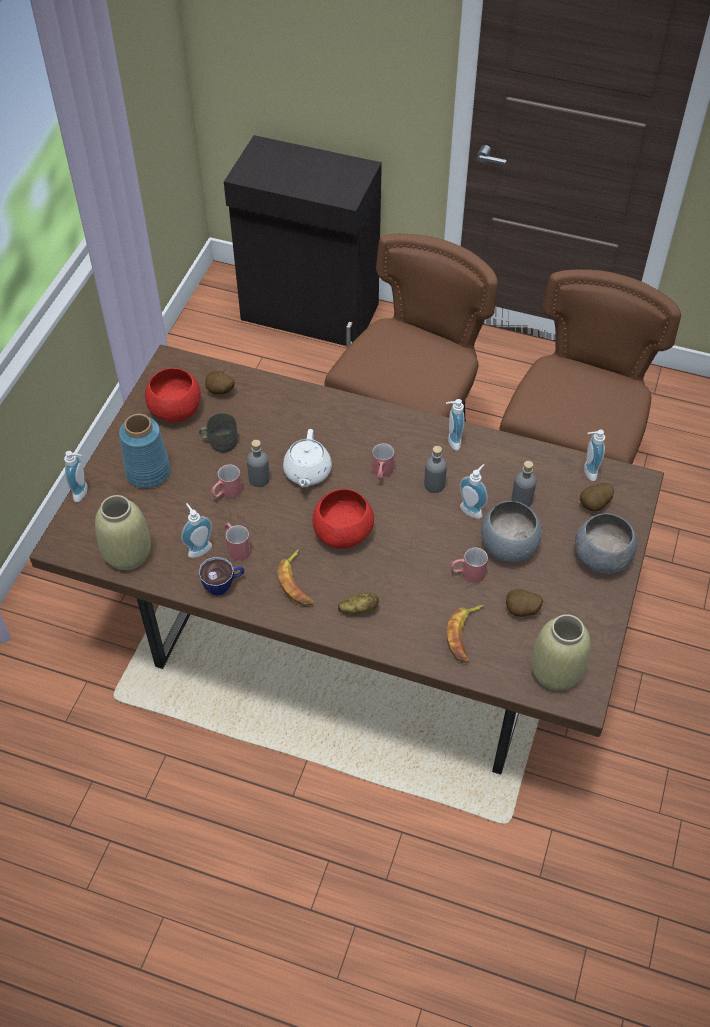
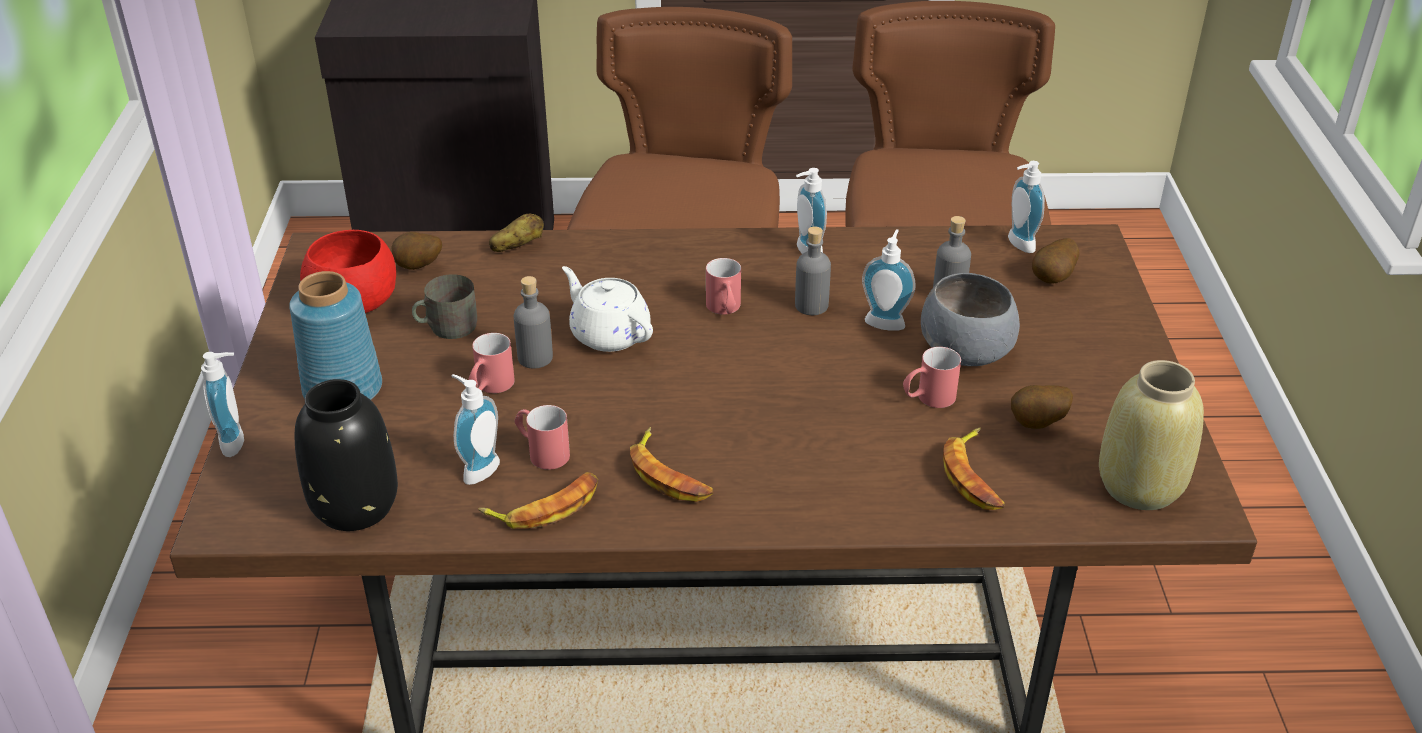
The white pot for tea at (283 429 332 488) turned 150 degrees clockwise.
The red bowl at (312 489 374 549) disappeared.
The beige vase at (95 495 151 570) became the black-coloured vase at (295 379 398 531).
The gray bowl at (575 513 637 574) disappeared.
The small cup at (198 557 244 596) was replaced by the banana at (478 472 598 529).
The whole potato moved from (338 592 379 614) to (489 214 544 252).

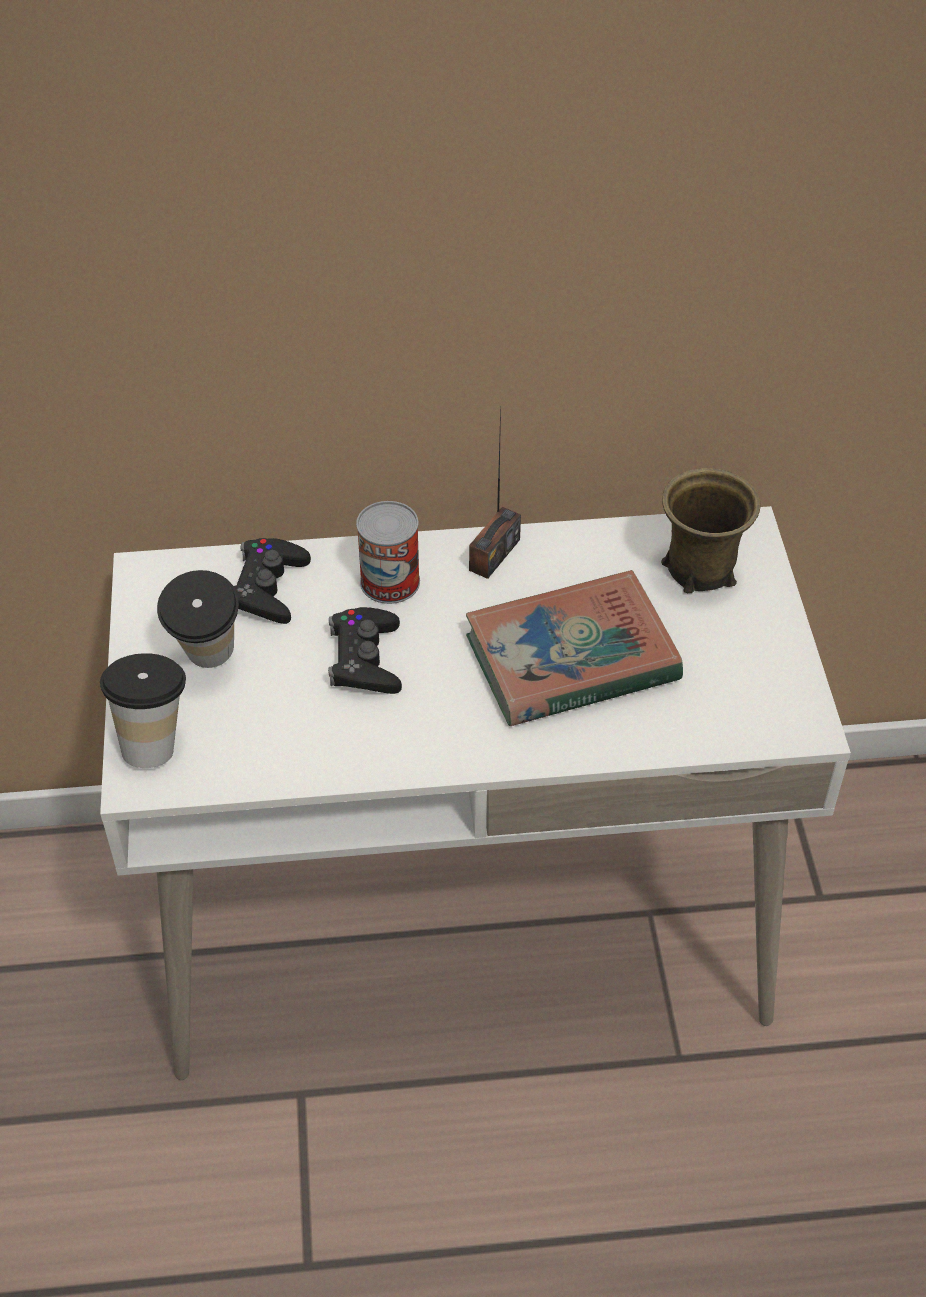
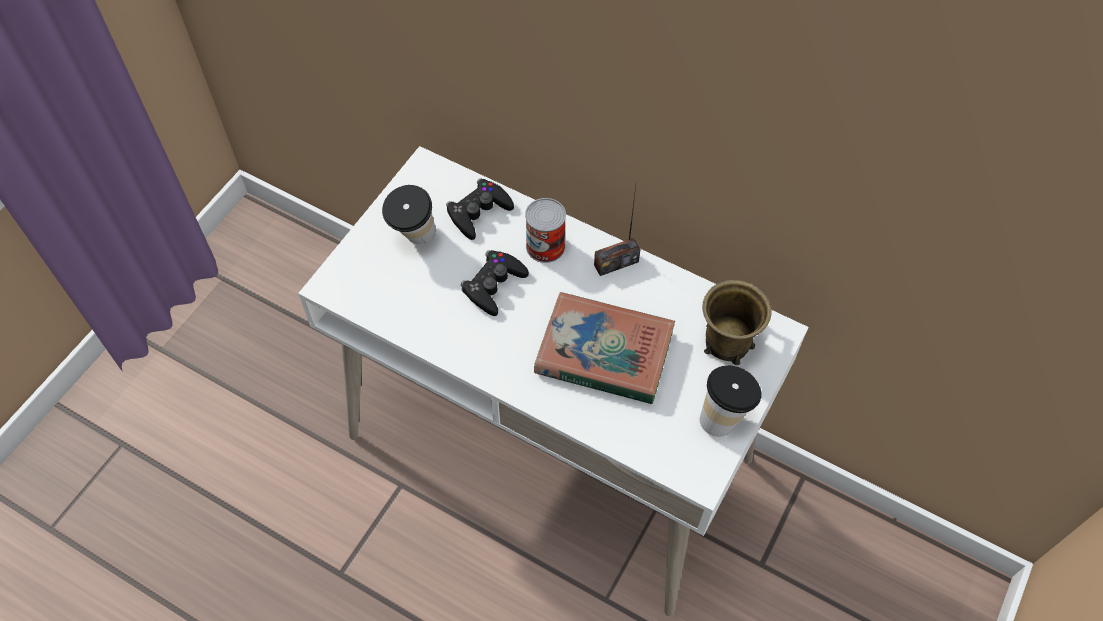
The small cup moved from (100 653 186 768) to (700 366 762 437).

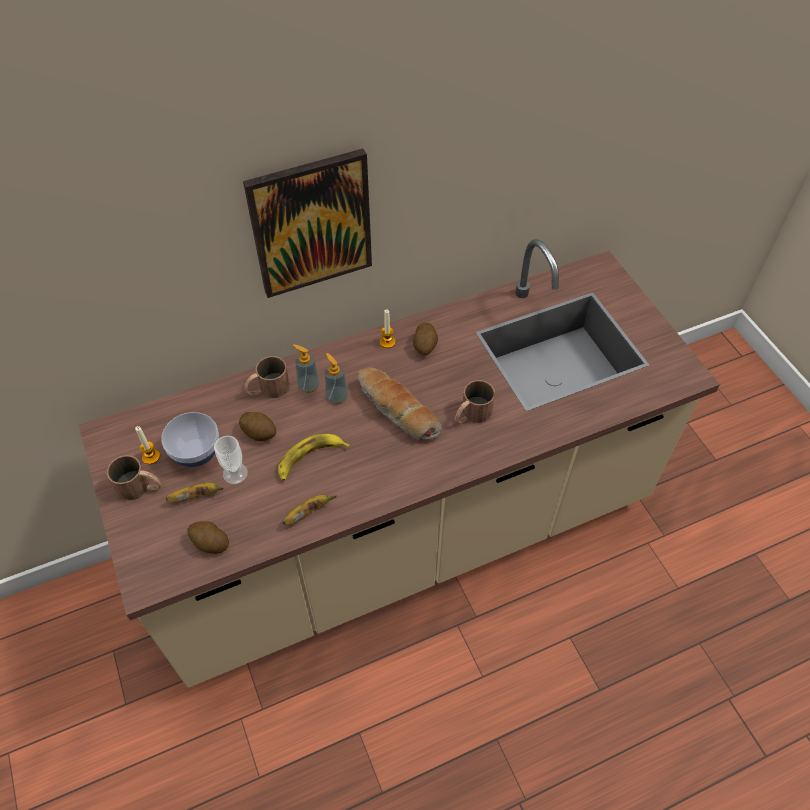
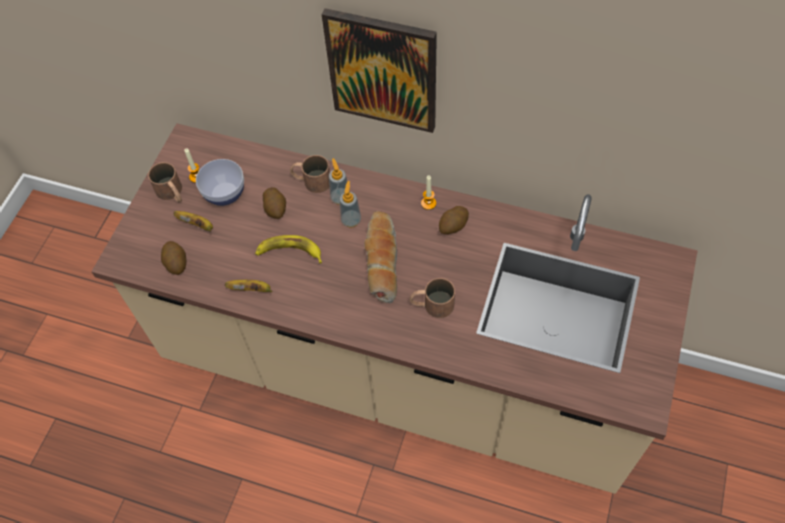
The small cup at (214 436 248 484) disappeared.

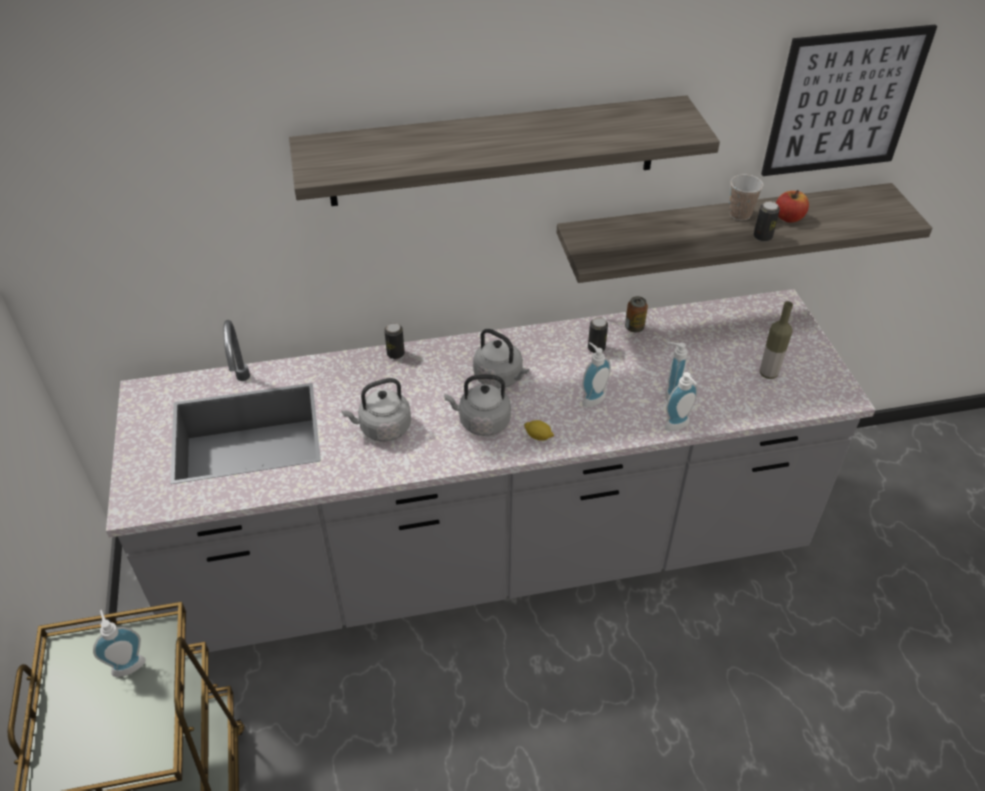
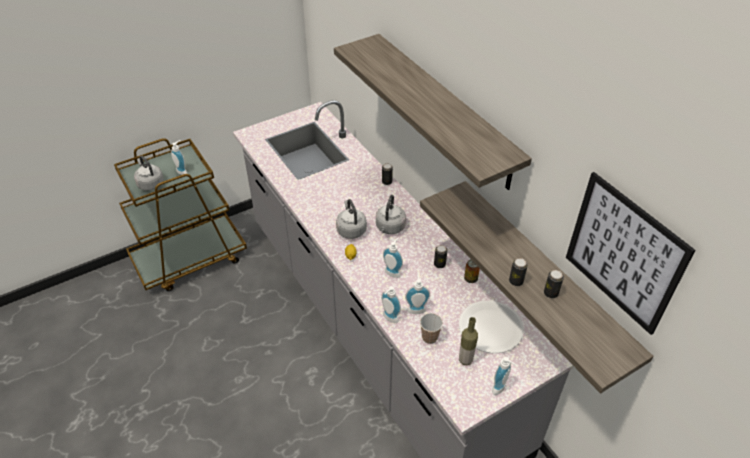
The small cup moved from (729 174 764 221) to (420 313 443 344).
The apple at (776 190 809 223) was replaced by the sealed can at (544 270 564 298).
The gray kettle moved from (342 378 411 442) to (134 156 164 191).
The white plate at (459 300 524 353) appeared.
The liquid soap bottle at (492 357 516 395) appeared.

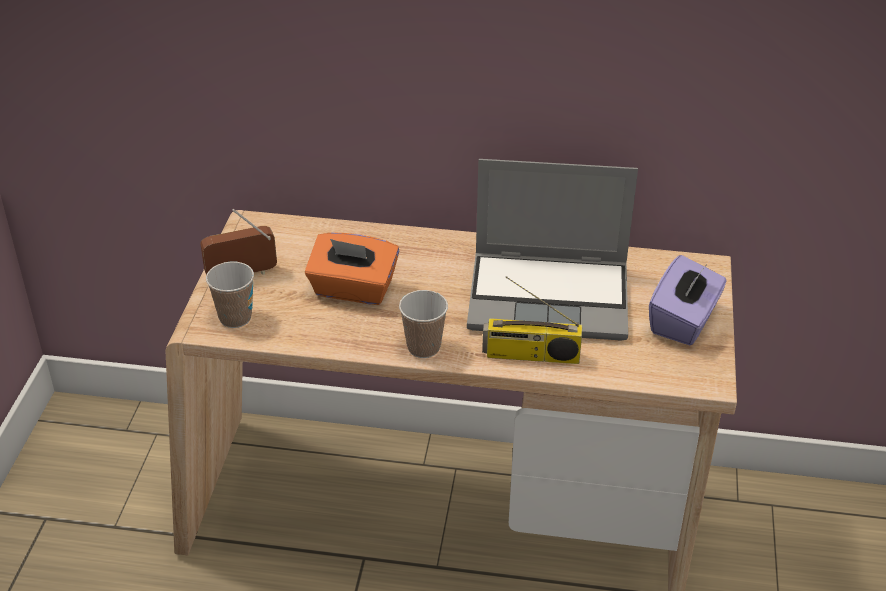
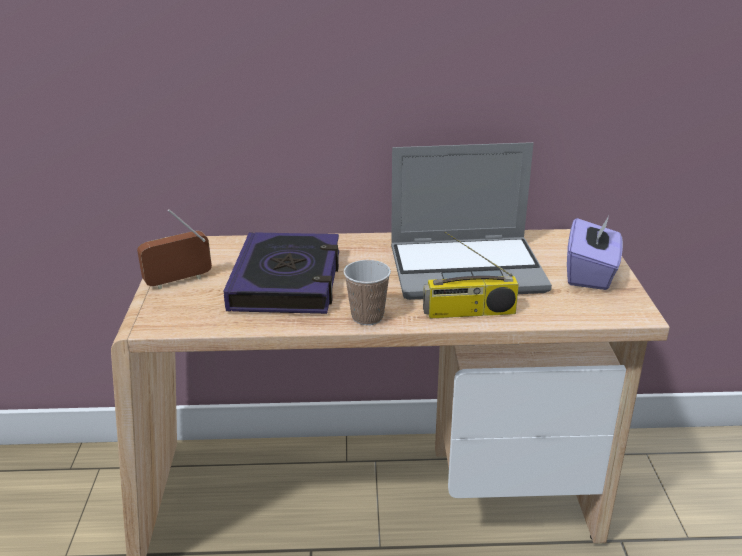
The orange tissue box at (305 232 399 305) was replaced by the volume at (224 232 339 314).
The small cup at (206 261 254 328) disappeared.

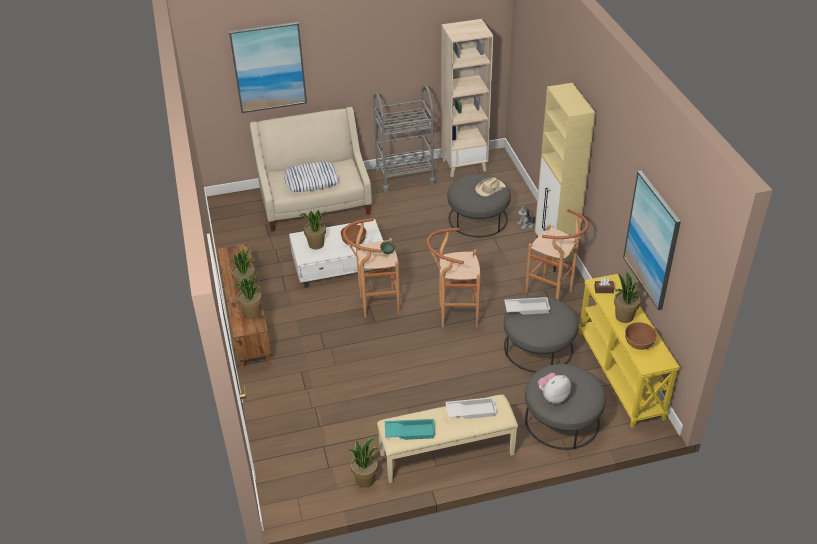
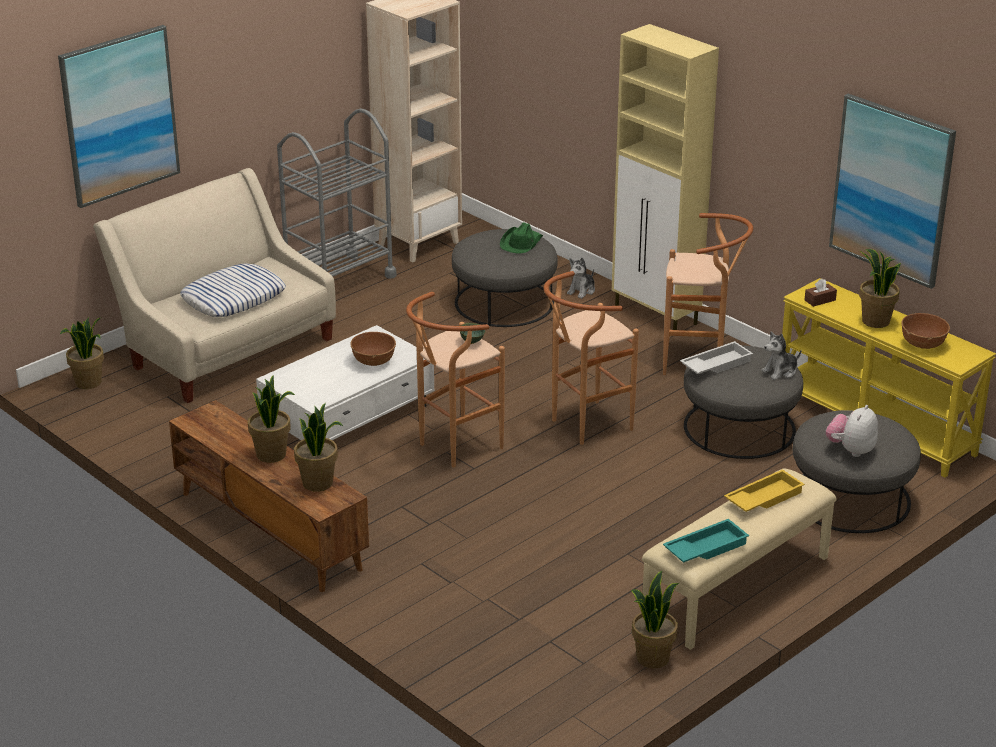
The beige hat at (475 177 506 197) became the green hat at (500 222 543 253).
The plant in a pot moved from (299 210 327 250) to (60 317 104 389).
The white tray at (445 397 497 419) became the yellow-coloured tray at (724 469 805 512).
The cuddly toy at (761 331 801 380) appeared.

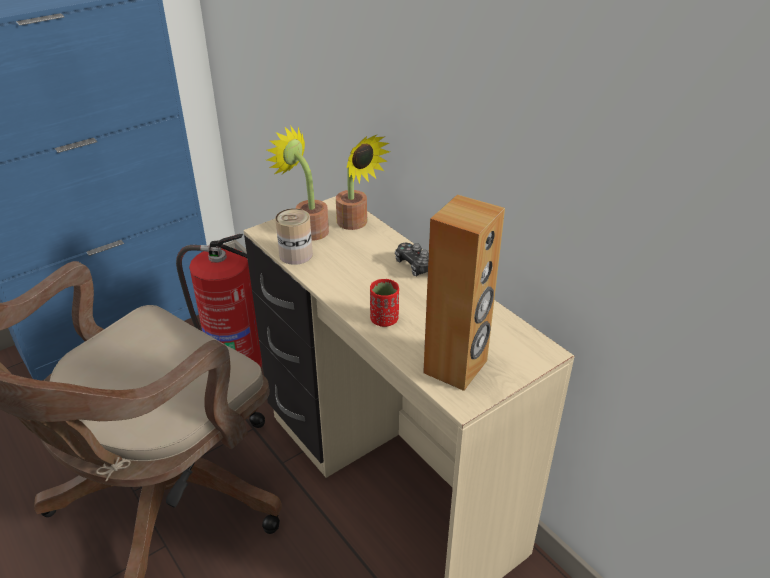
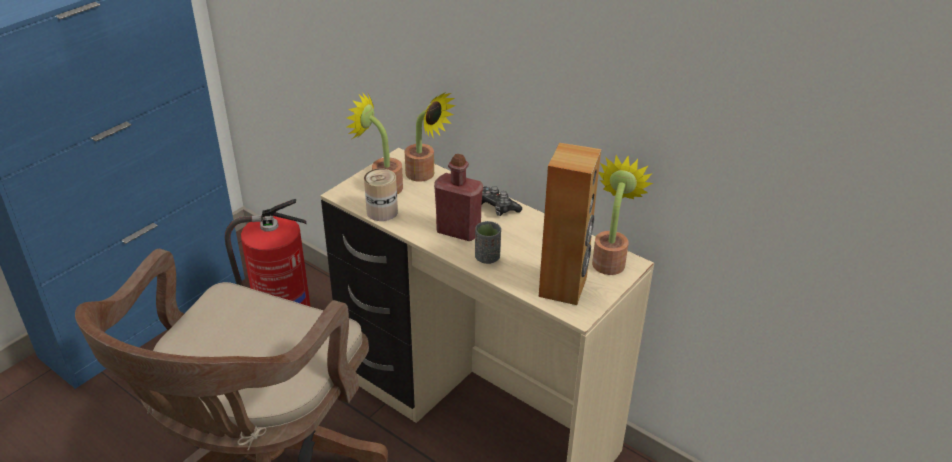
The red small cup at (370 279 399 327) became the gray small cup at (475 221 501 264).
The red drink bottle at (434 154 483 241) appeared.
The plant in a pot at (592 155 653 275) appeared.

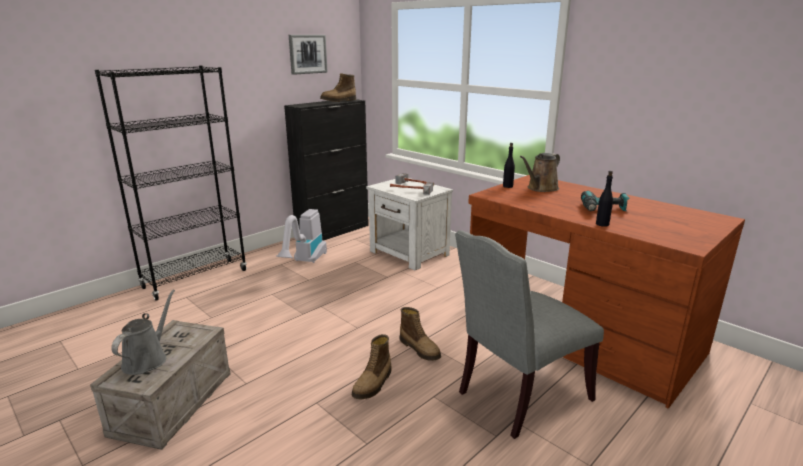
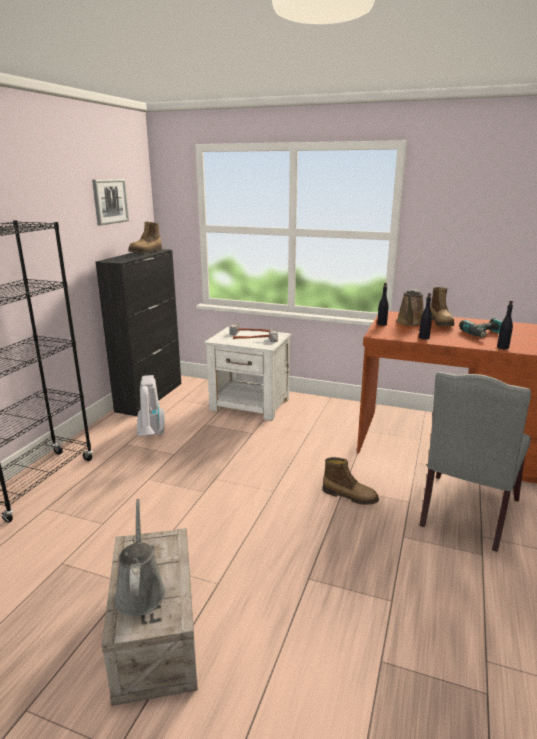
The high-top boot moved from (351 334 392 399) to (430 287 454 326).
The black-coloured drink bottle at (419 293 432 339) appeared.

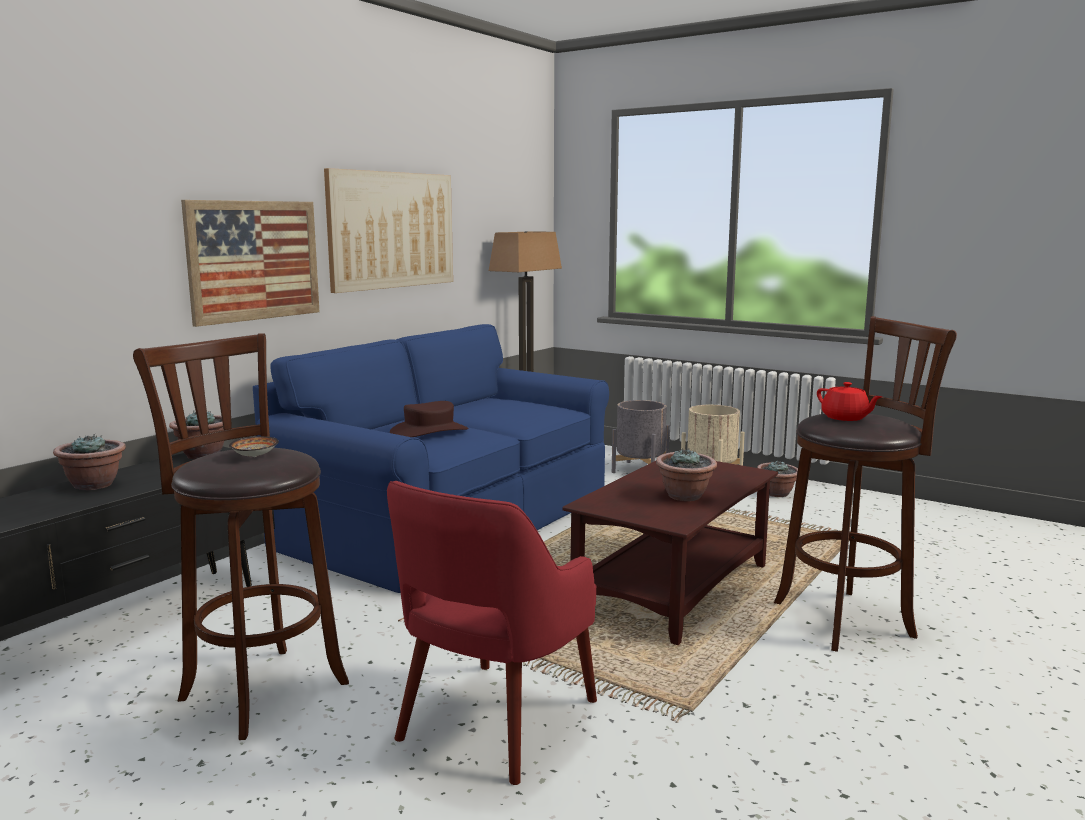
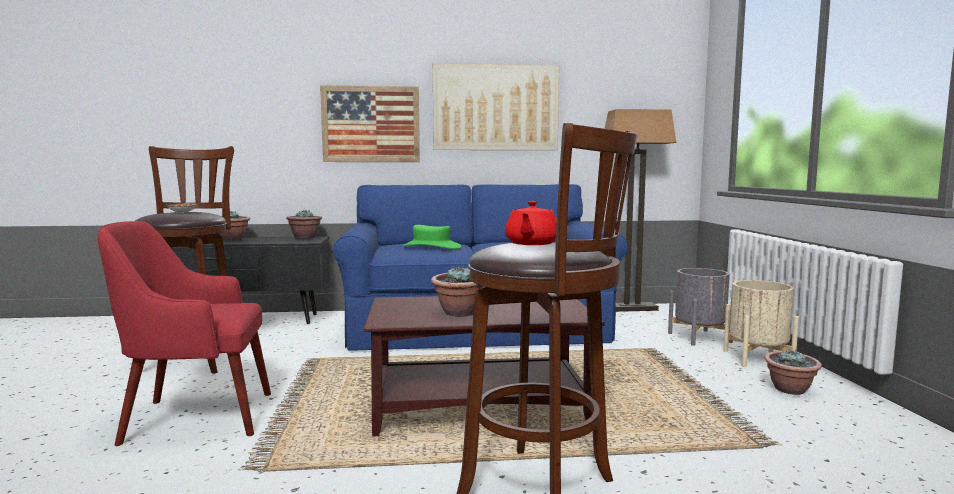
The brownish hat at (390 401 468 437) became the green hat at (402 225 461 249).

